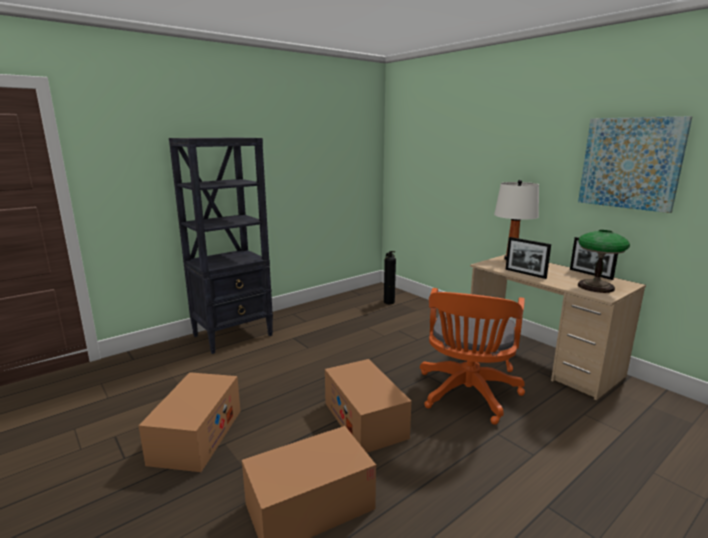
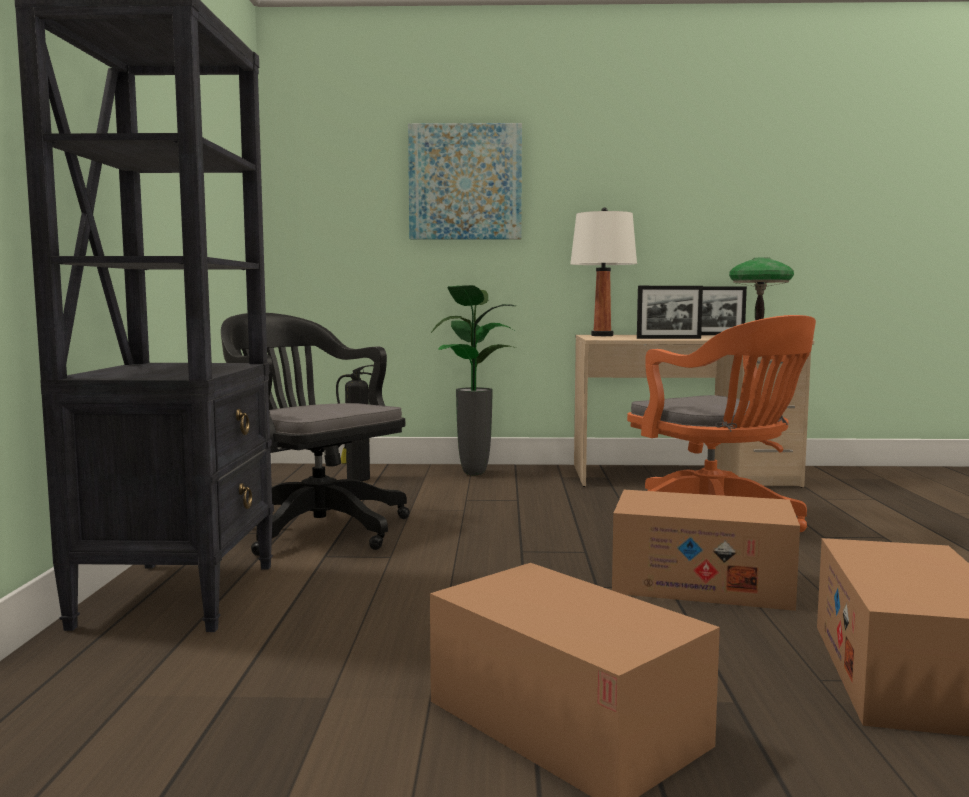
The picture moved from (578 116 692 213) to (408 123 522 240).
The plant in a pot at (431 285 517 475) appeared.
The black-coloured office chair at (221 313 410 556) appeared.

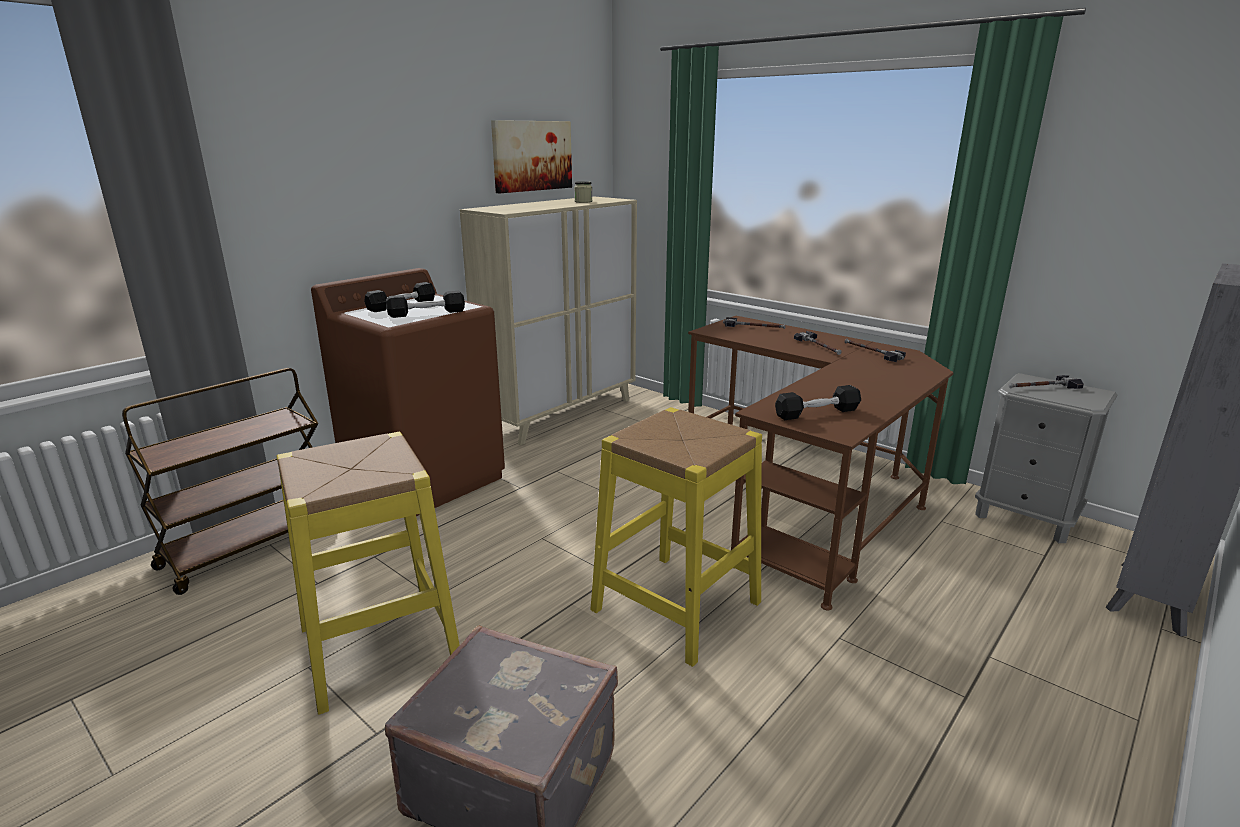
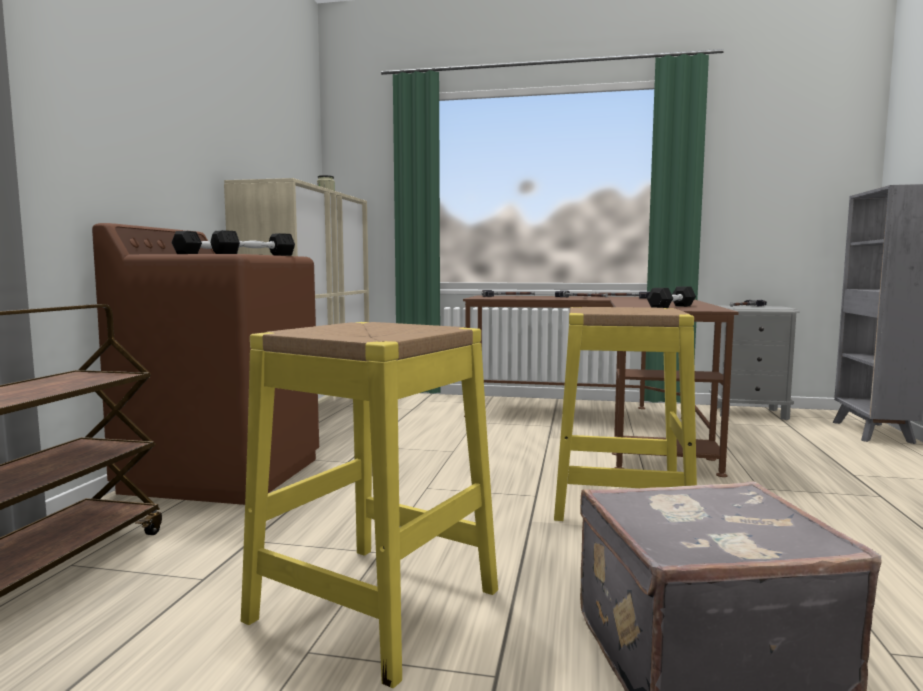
The picture at (491 120 572 193) disappeared.

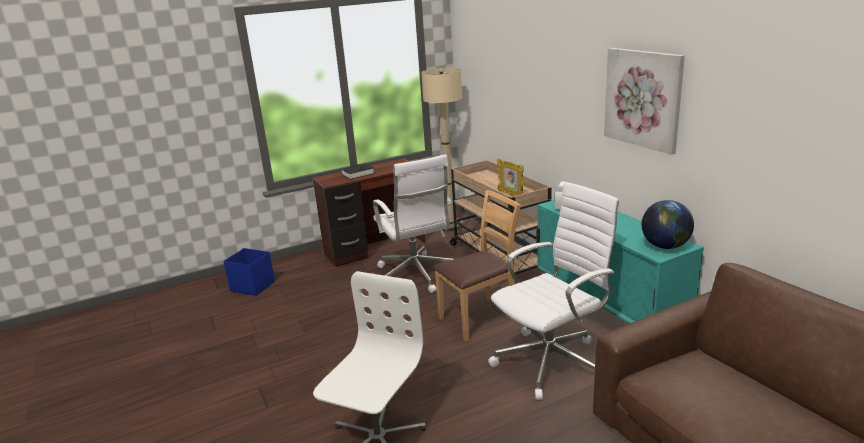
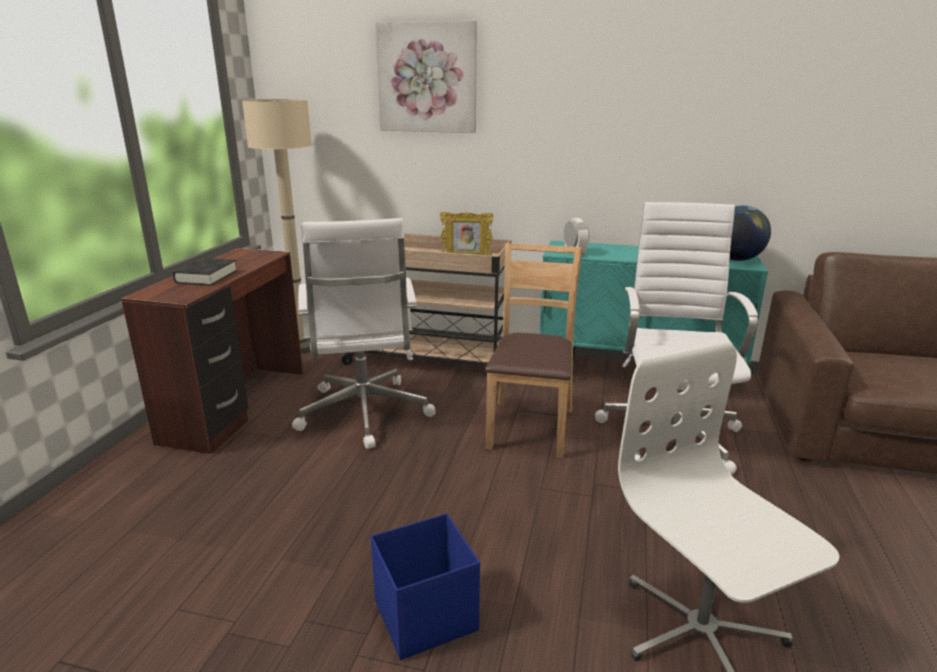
The picture moved from (604 48 685 155) to (375 21 477 133).
The white office chair at (373 154 453 293) turned 60 degrees clockwise.
The blue storage bin moved from (224 248 275 296) to (371 513 480 660).

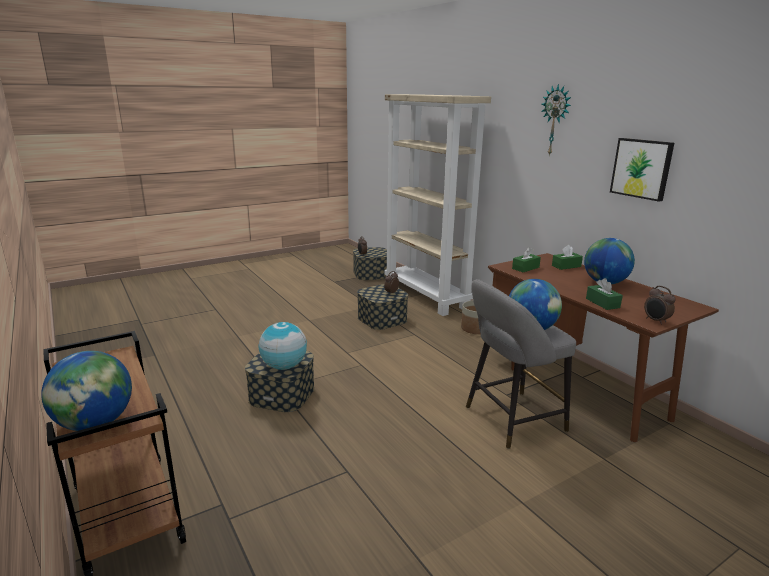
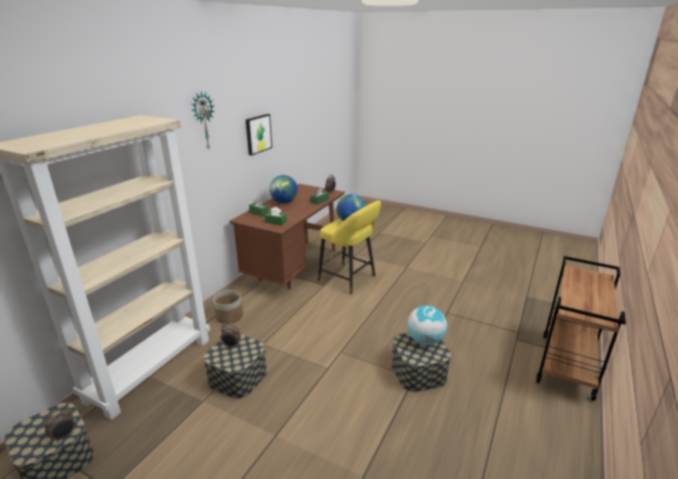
The gray sitting stool at (466 279 576 449) became the yellow-coloured sitting stool at (318 200 381 294).
The world globe at (41 351 132 431) disappeared.

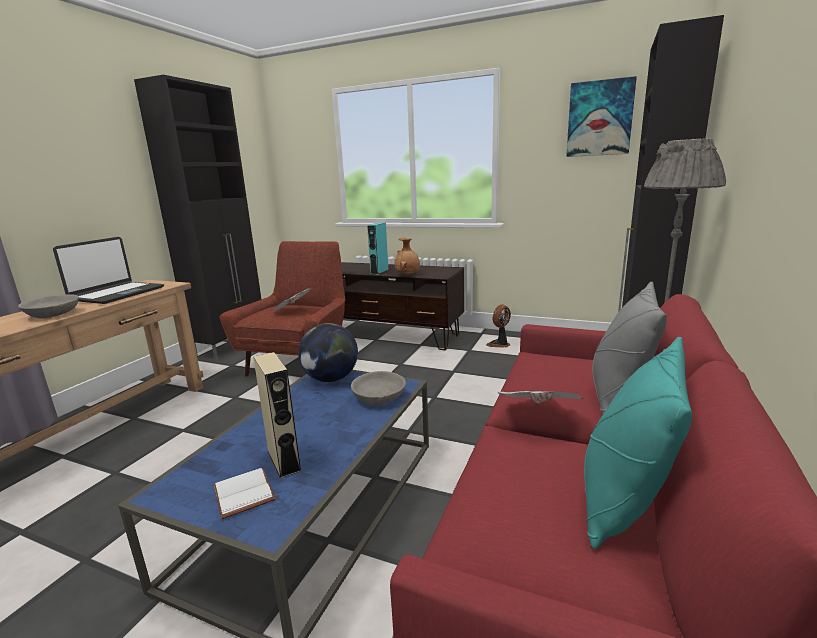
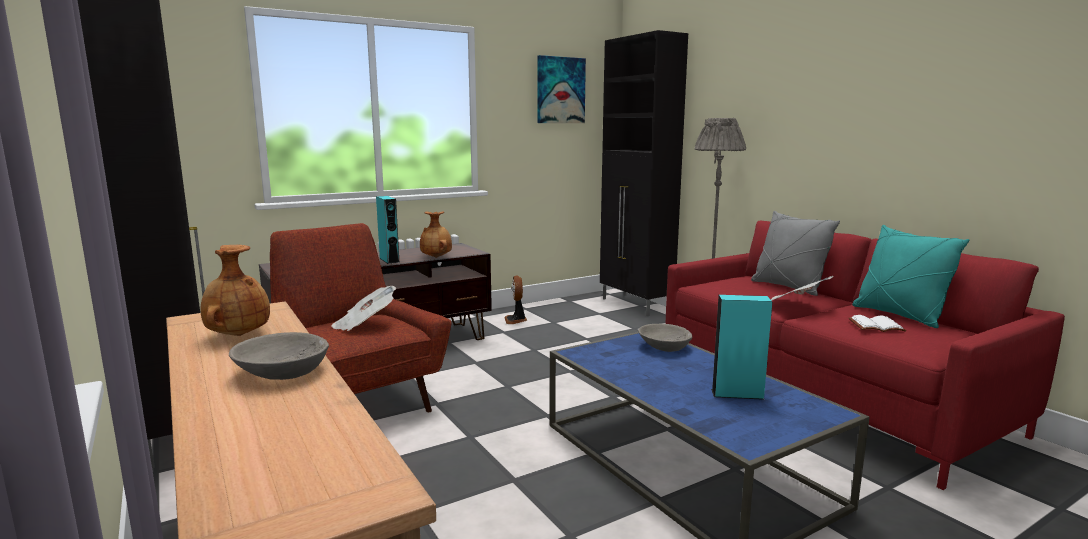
The laptop at (53 237 164 304) was replaced by the brownish vase at (200 245 270 336).
The world globe at (298 323 358 382) disappeared.
The beige audio speaker at (253 352 301 479) became the turquoise audio speaker at (711 295 772 400).
The white volume moved from (214 468 275 519) to (849 315 906 332).

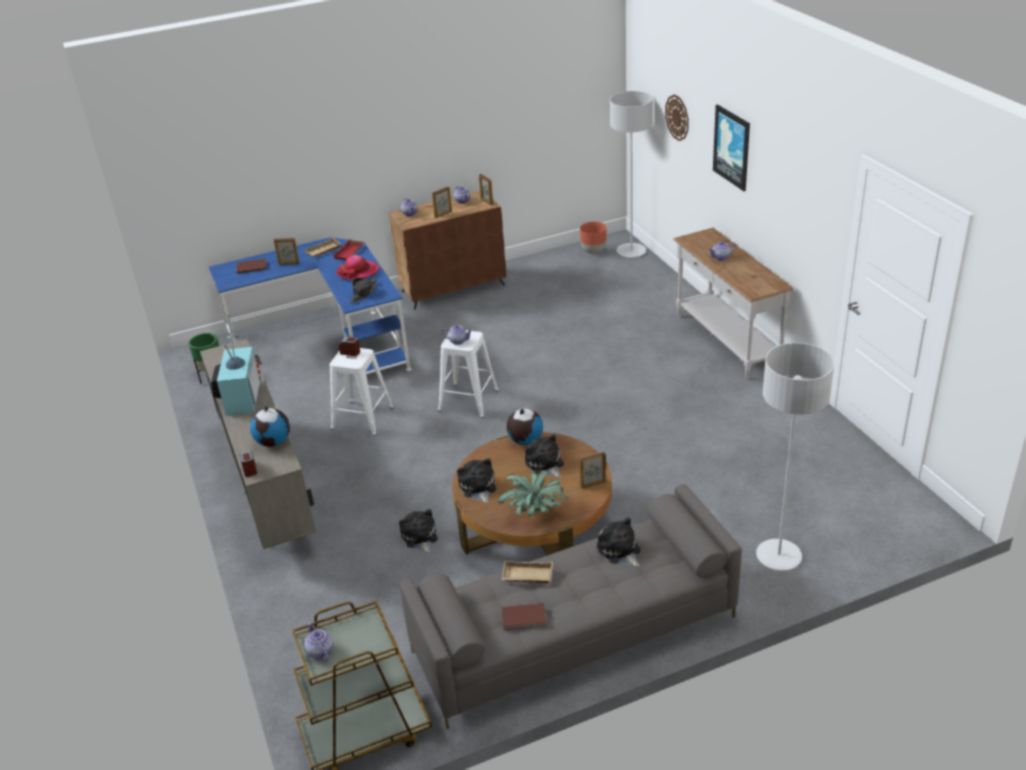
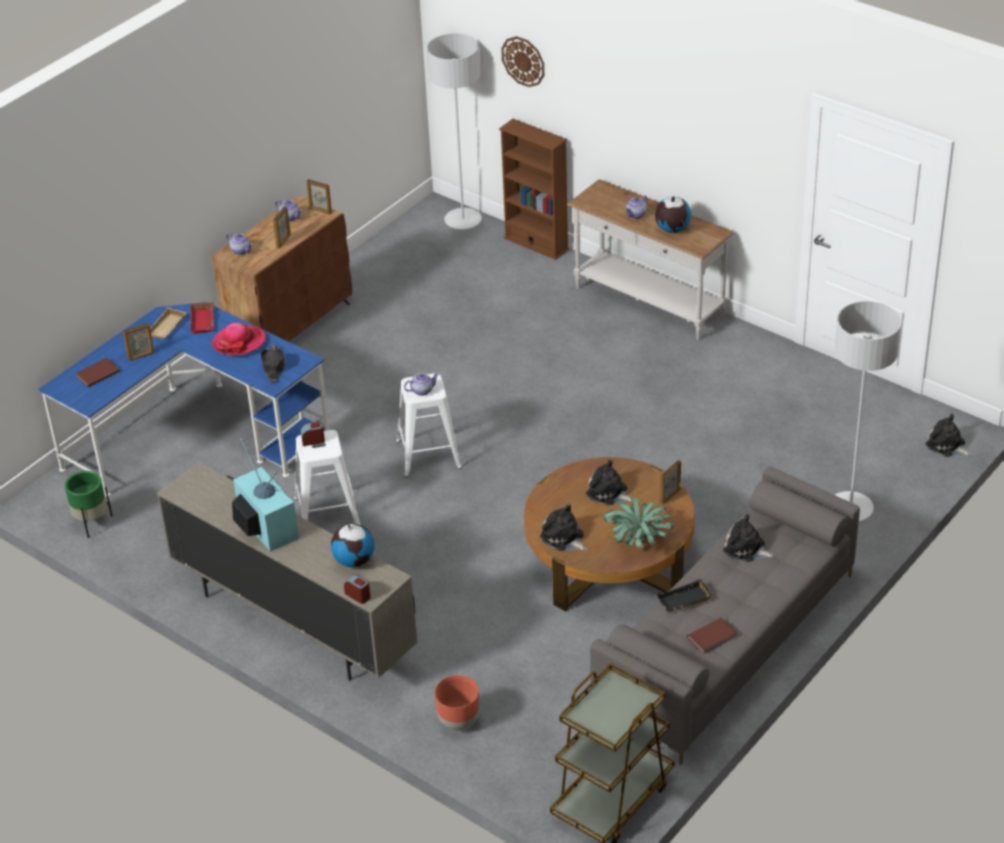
The picture at (713 104 750 191) disappeared.
The brownish plant pot moved from (580 222 607 254) to (435 675 480 730).
The world globe moved from (506 409 543 445) to (655 196 691 233).
The cuddly toy moved from (399 509 438 554) to (926 414 972 457).
The beige tray at (501 561 553 583) became the black-coloured tray at (656 579 712 612).
The pot for tea at (304 622 333 660) disappeared.
The brownish shelving unit at (499 119 569 260) appeared.

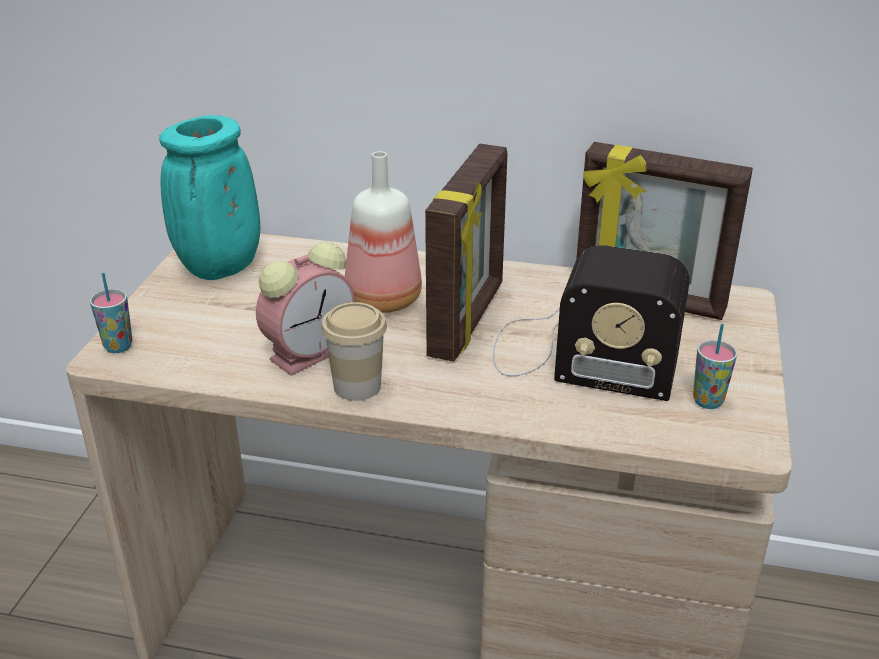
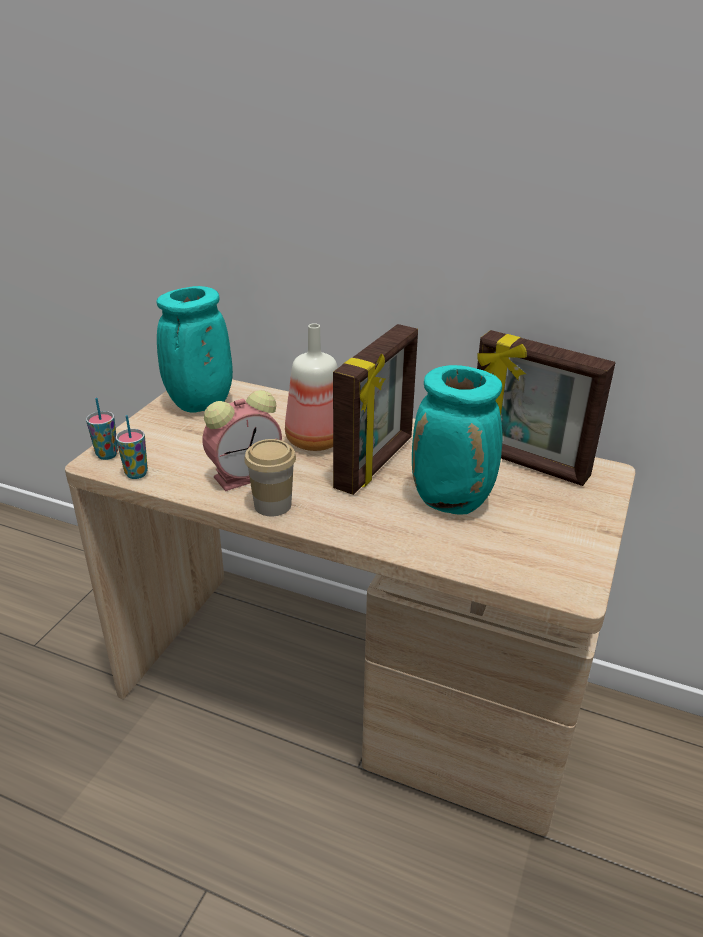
The radio set at (493 245 689 401) was replaced by the turquoise vase at (412 365 502 514).
The small cup moved from (693 324 737 409) to (116 415 148 479).

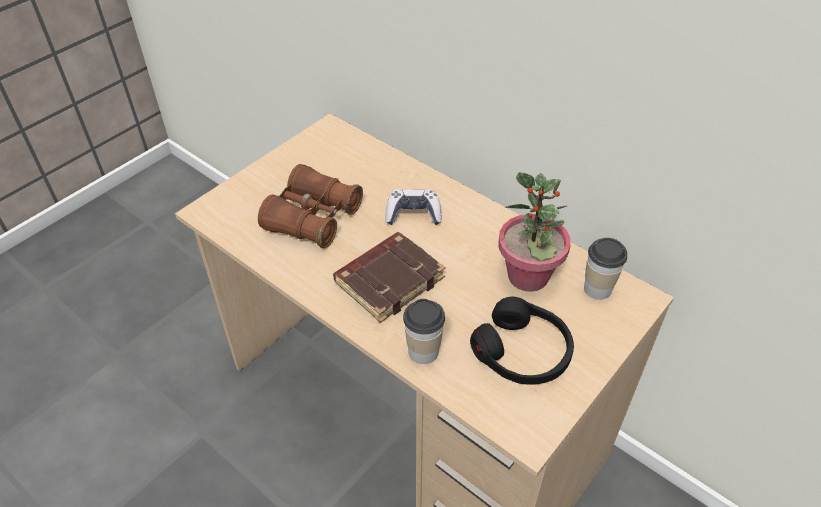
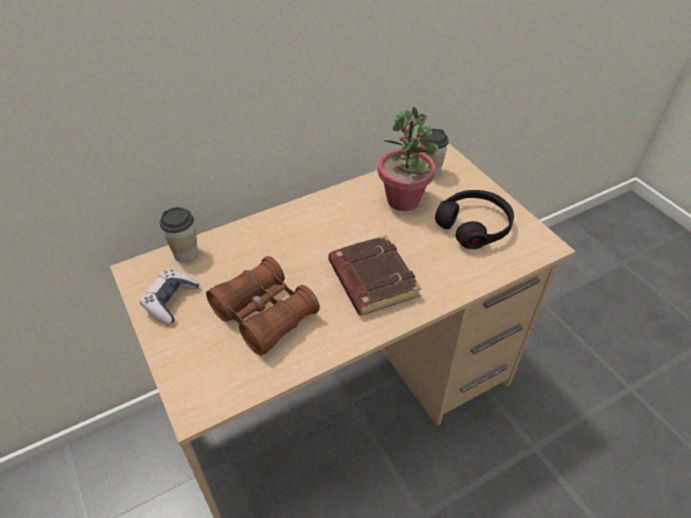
The gamepad moved from (386 189 442 225) to (140 270 199 325).
The small cup moved from (403 299 445 364) to (160 207 198 263).

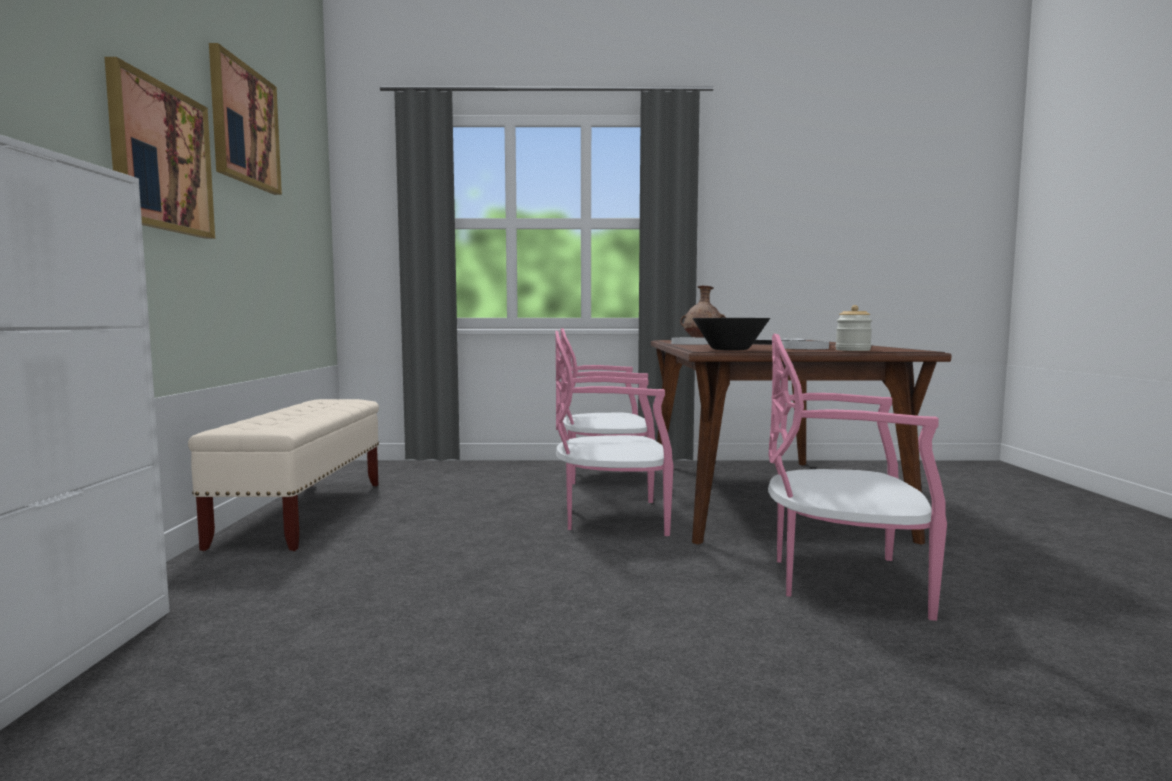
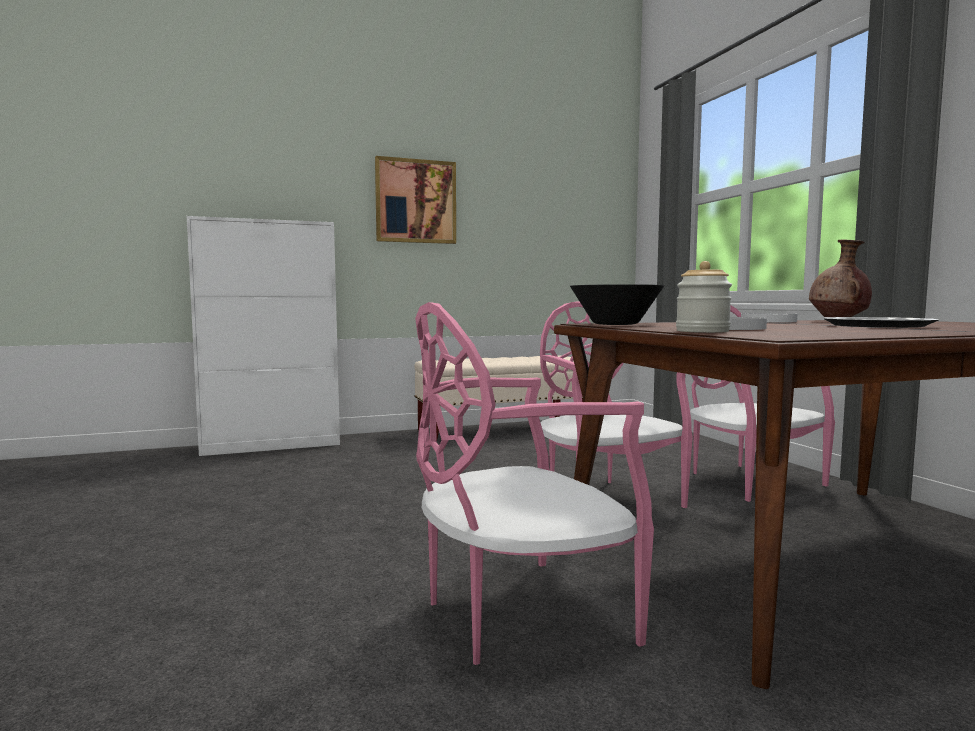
The picture at (209 43 282 195) disappeared.
The pinkish plain chair at (768 334 947 621) turned 105 degrees counterclockwise.

